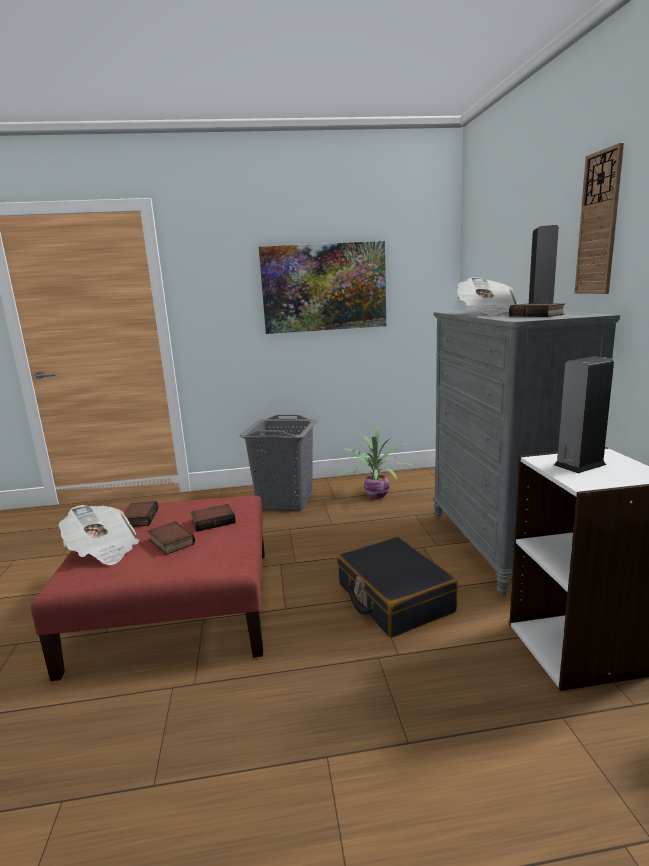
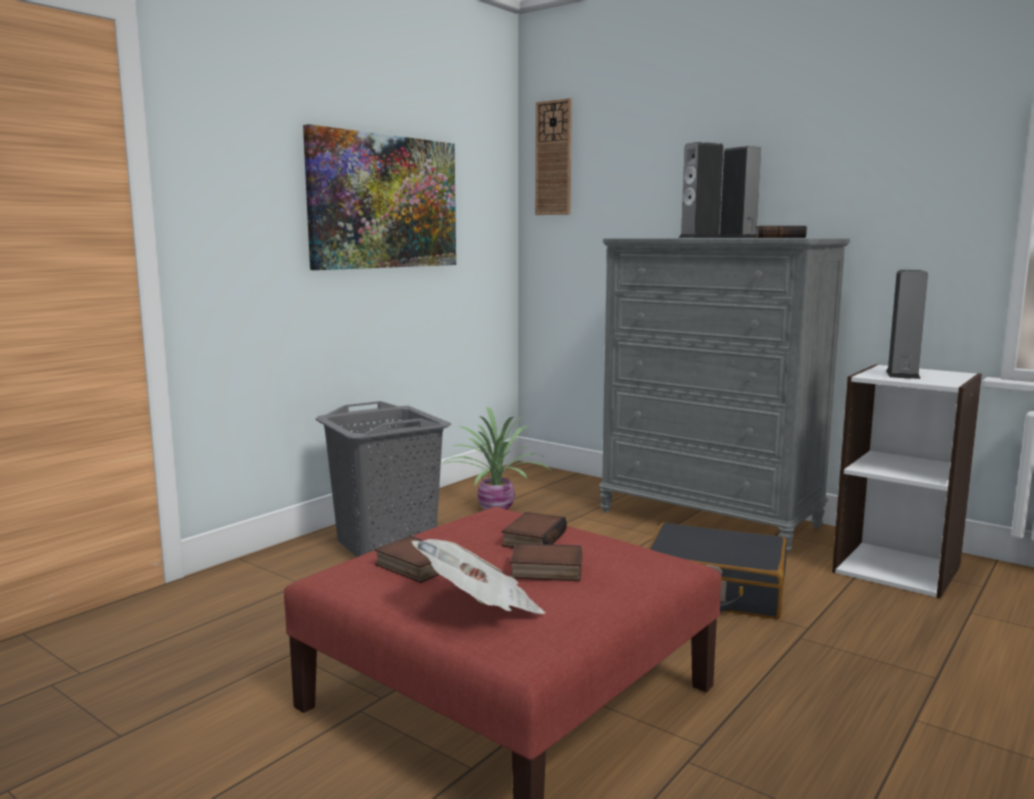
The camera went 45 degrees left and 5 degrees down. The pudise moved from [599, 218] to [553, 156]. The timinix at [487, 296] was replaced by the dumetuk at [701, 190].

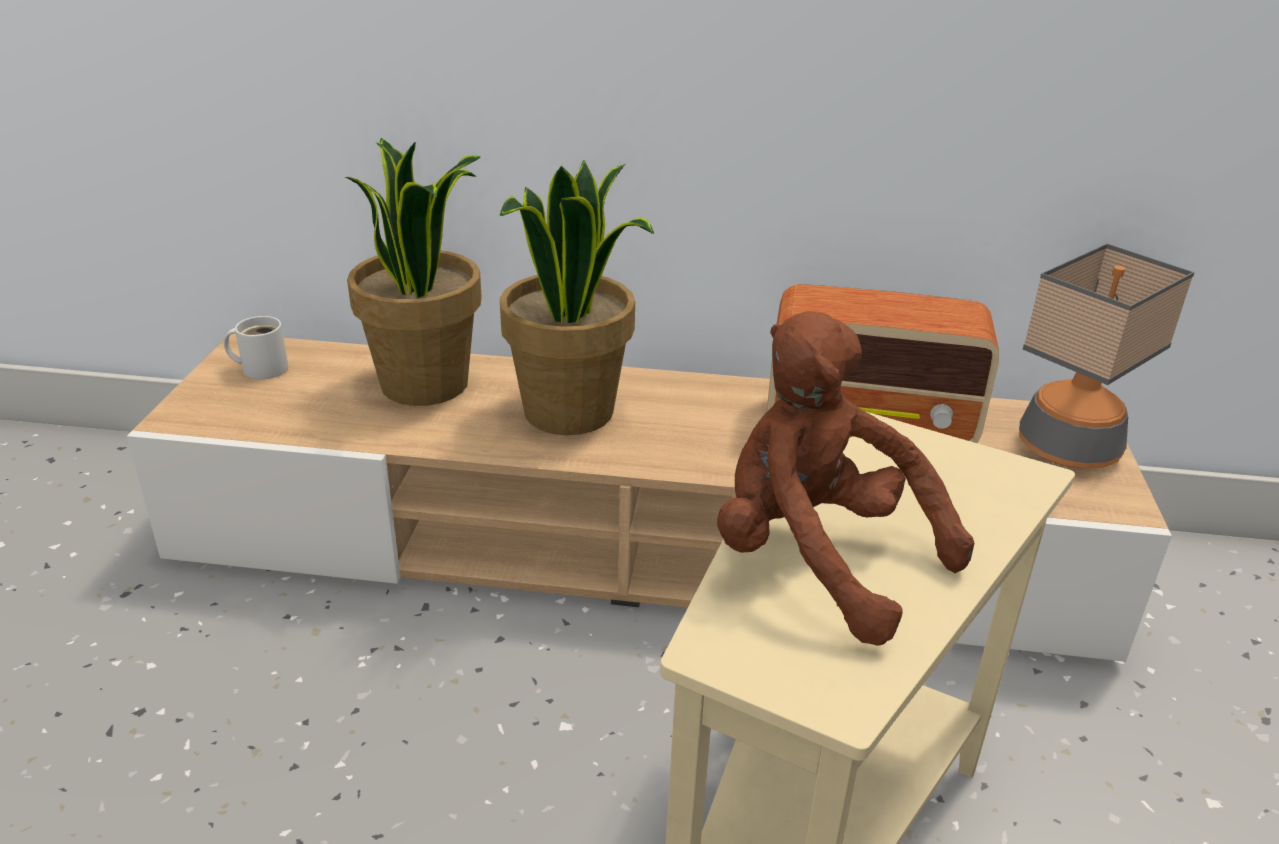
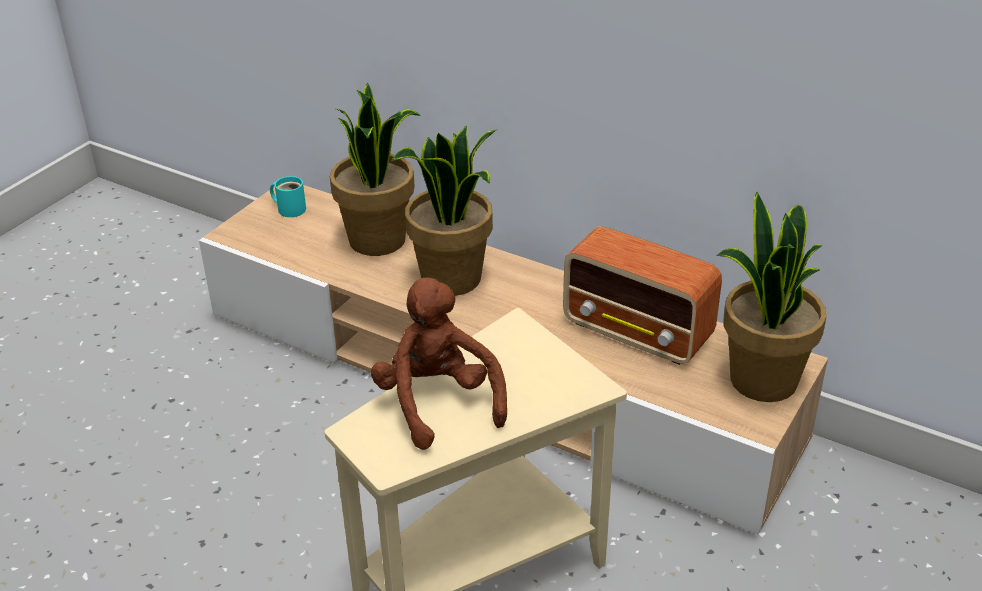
The camera went 25 degrees right and 5 degrees up. The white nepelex at [256, 347] became the turquoise nepelex at [288, 196]. The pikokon at [1107, 356] was replaced by the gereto at [771, 297].

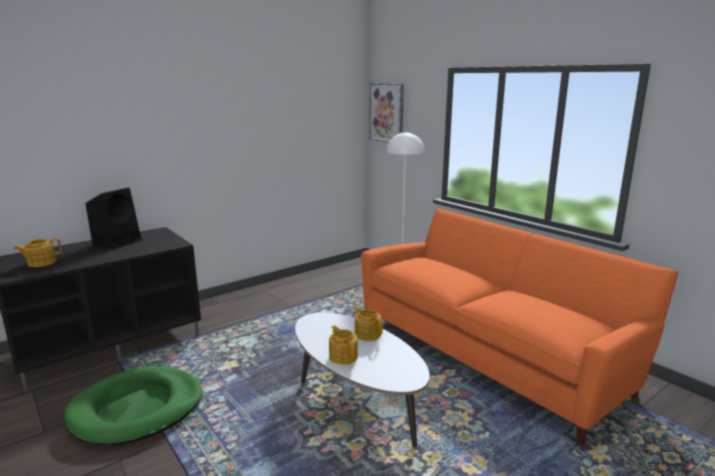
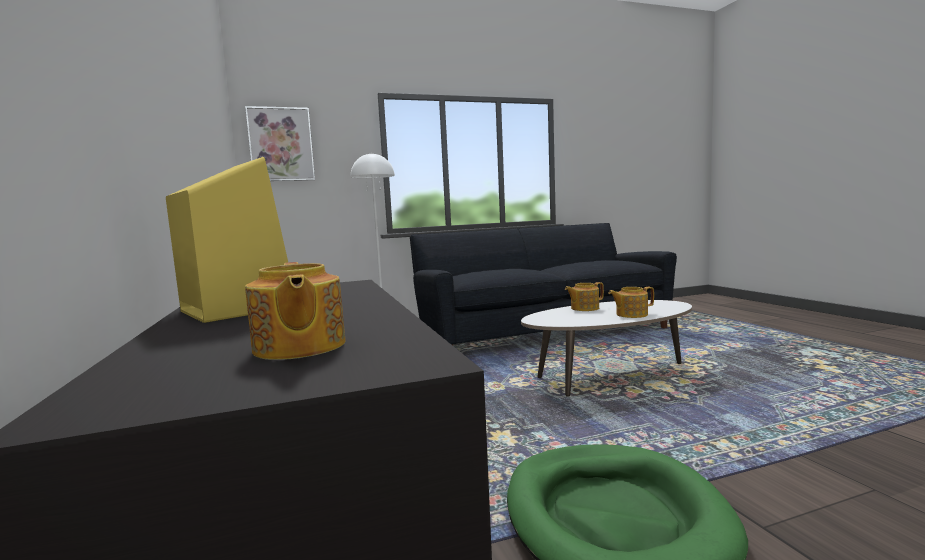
The camera went 70 degrees left and 10 degrees down. The black dumetuk at [113, 218] became the yellow dumetuk at [227, 240]. The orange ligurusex at [520, 326] became the black ligurusex at [543, 284].

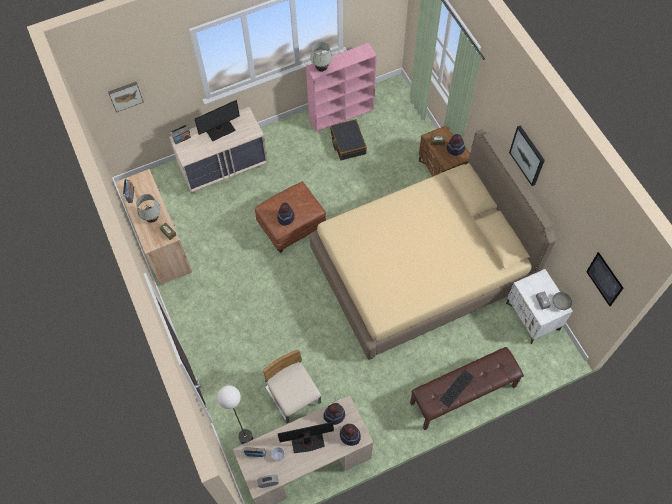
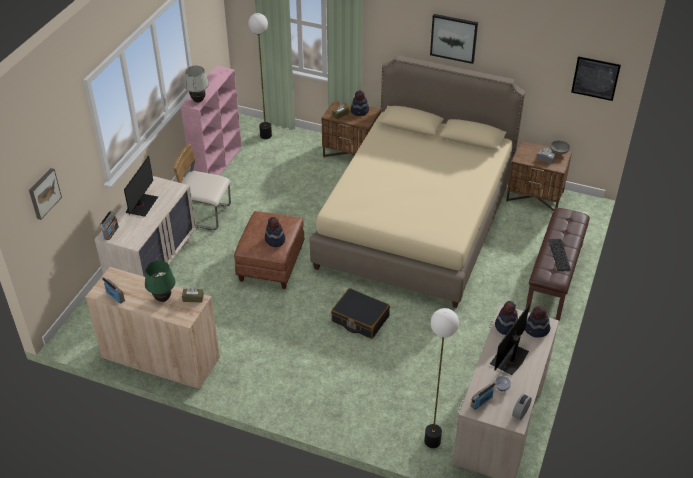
The camera went 45 degrees left and 20 degrees down. The white pikokon at [148, 208] became the green pikokon at [160, 281]. The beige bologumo moved from [292, 386] to [202, 186]. The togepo at [260, 76] appeared. The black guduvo moved from [348, 139] to [360, 313]. The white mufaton at [539, 306] became the brown mufaton at [539, 175].

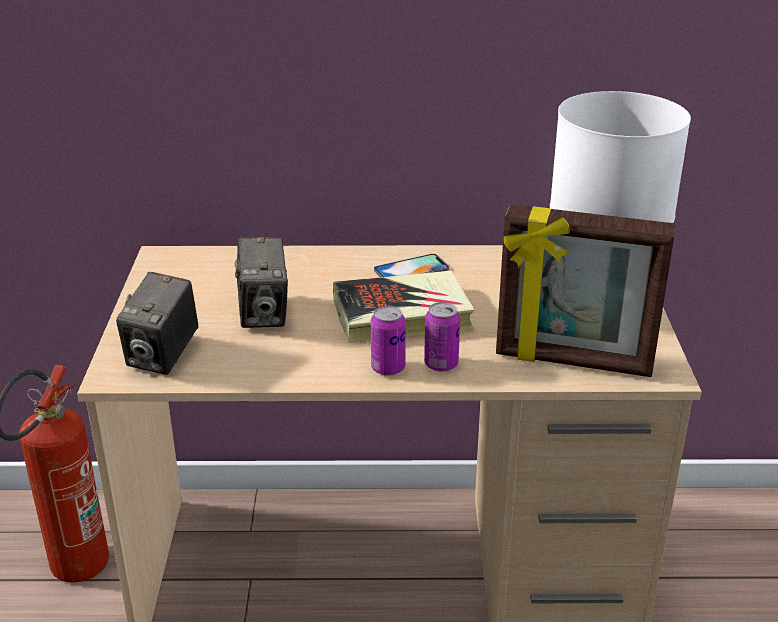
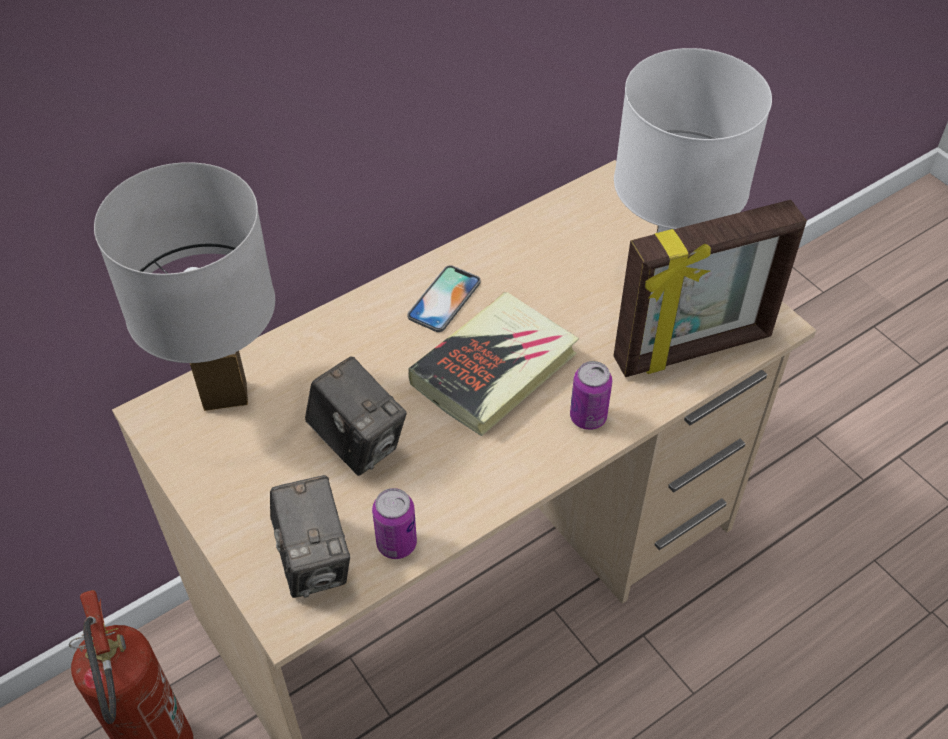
The camera went 35 degrees left and 20 degrees up. The white pikokon at [184, 286] appeared. The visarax moved from [388, 341] to [394, 523].

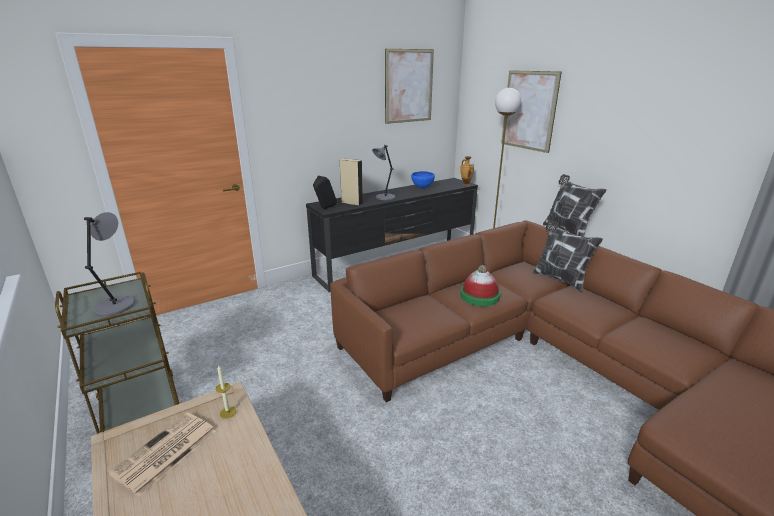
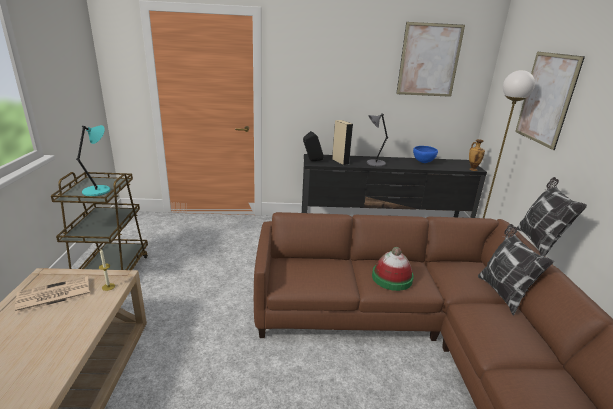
The camera went 30 degrees right and 0 degrees up. The grey pikokon at [109, 264] became the turquoise pikokon at [93, 160].

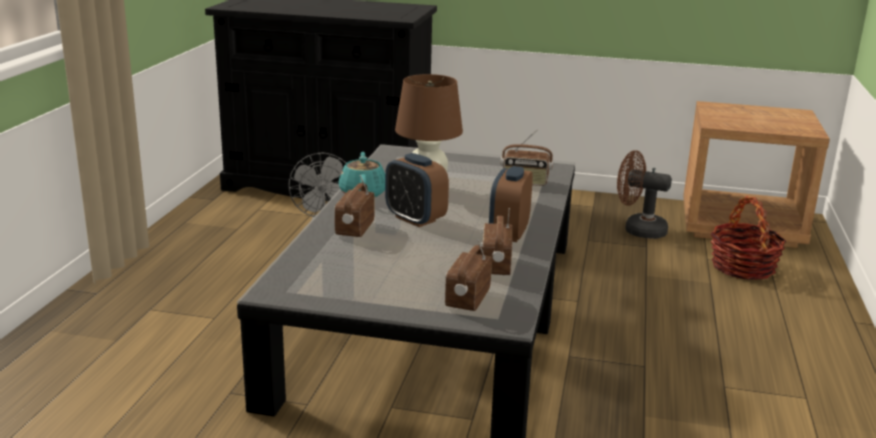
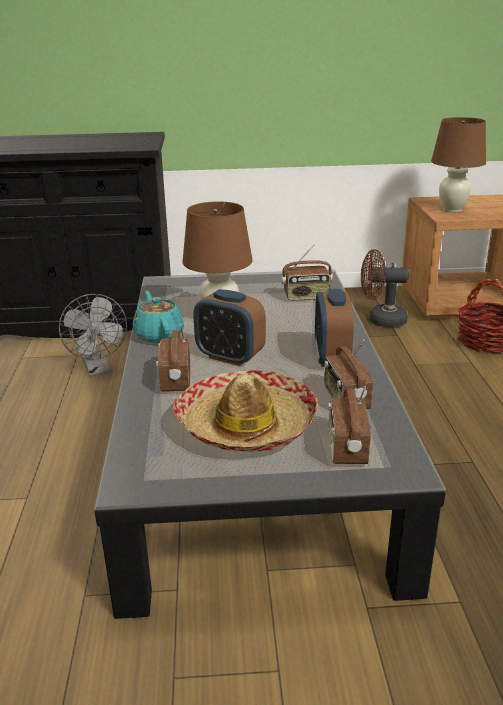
The camera went 15 degrees left and 5 degrees up. The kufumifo at [246, 411] appeared. The brown pikokon at [458, 164] appeared.

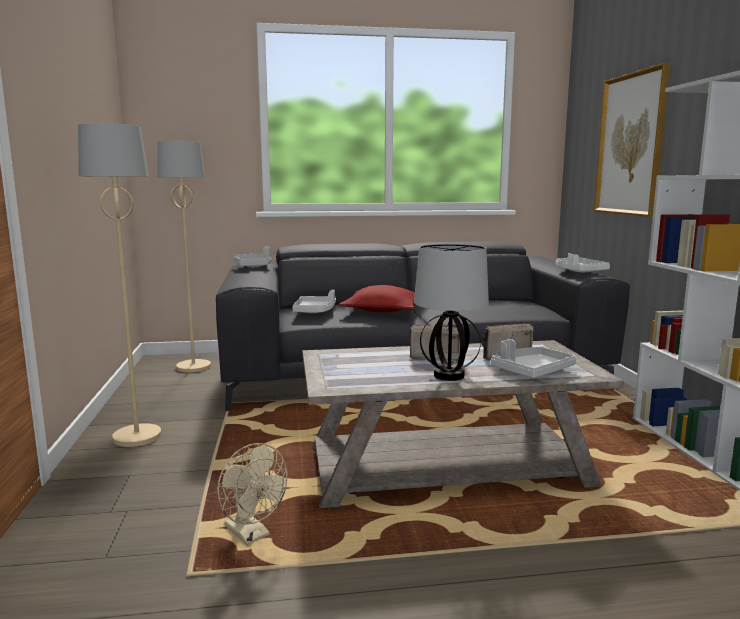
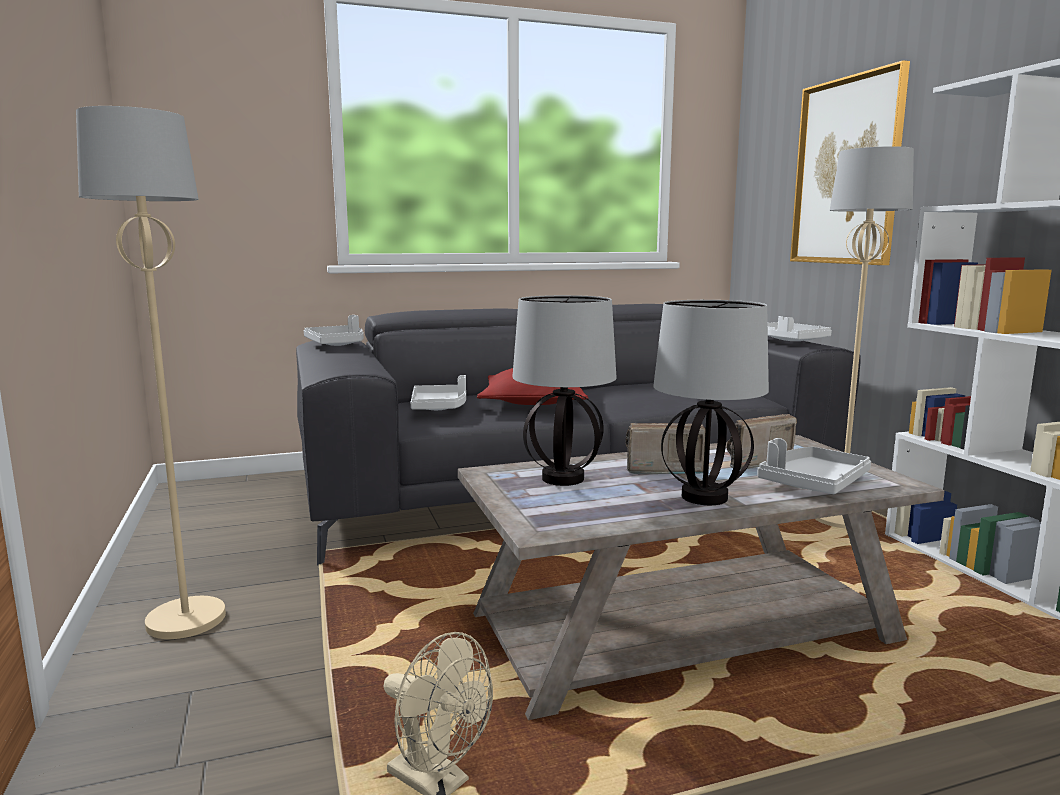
The camera went 10 degrees left and 0 degrees up. The pikokon at [564, 390] appeared. The beige togepo moved from [184, 256] to [865, 337].

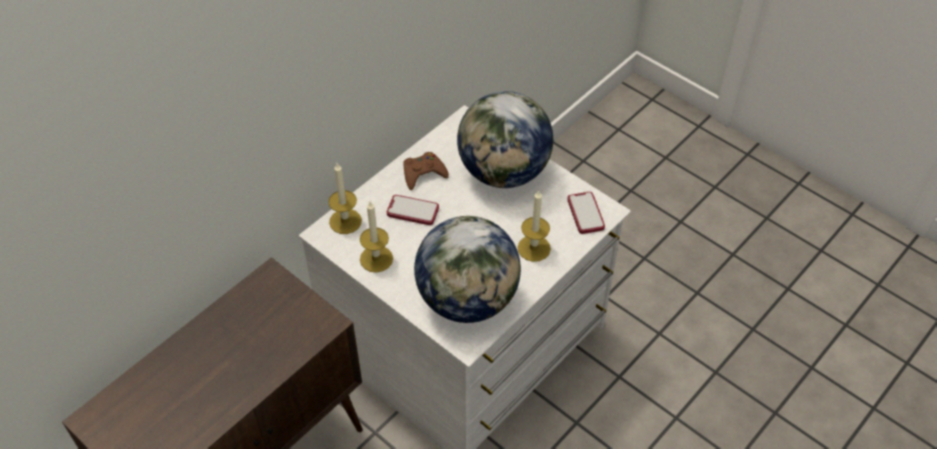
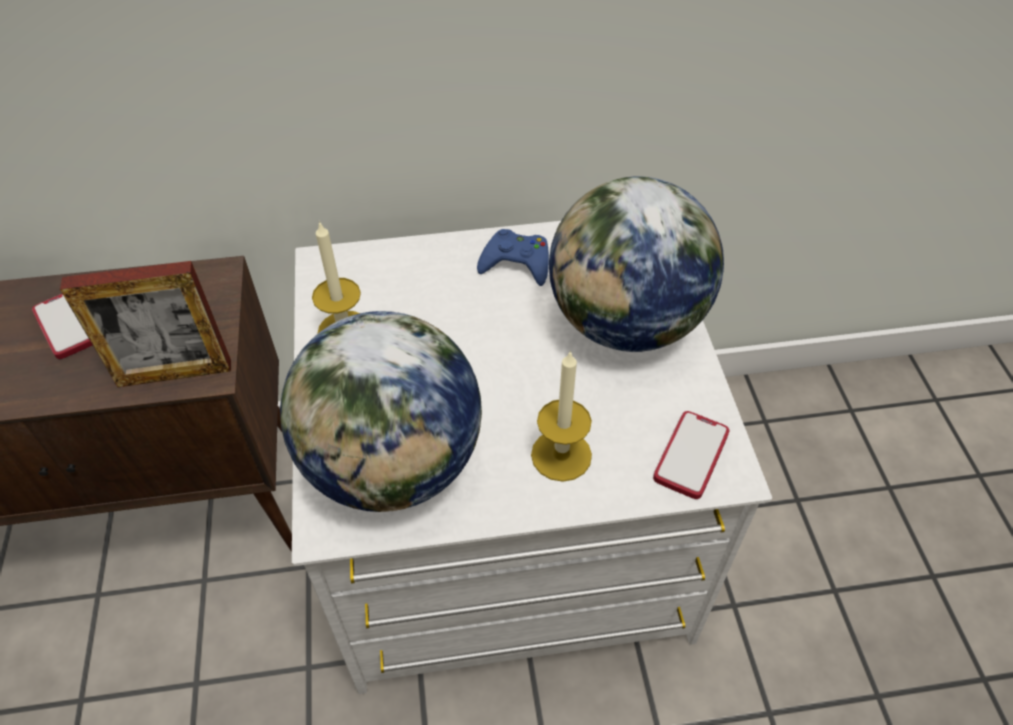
The camera went 40 degrees right and 0 degrees up. The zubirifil moved from [413, 210] to [62, 326]. The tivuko at [145, 324] appeared. The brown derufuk at [426, 171] became the blue derufuk at [513, 257]. The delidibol at [345, 198] disappeared.

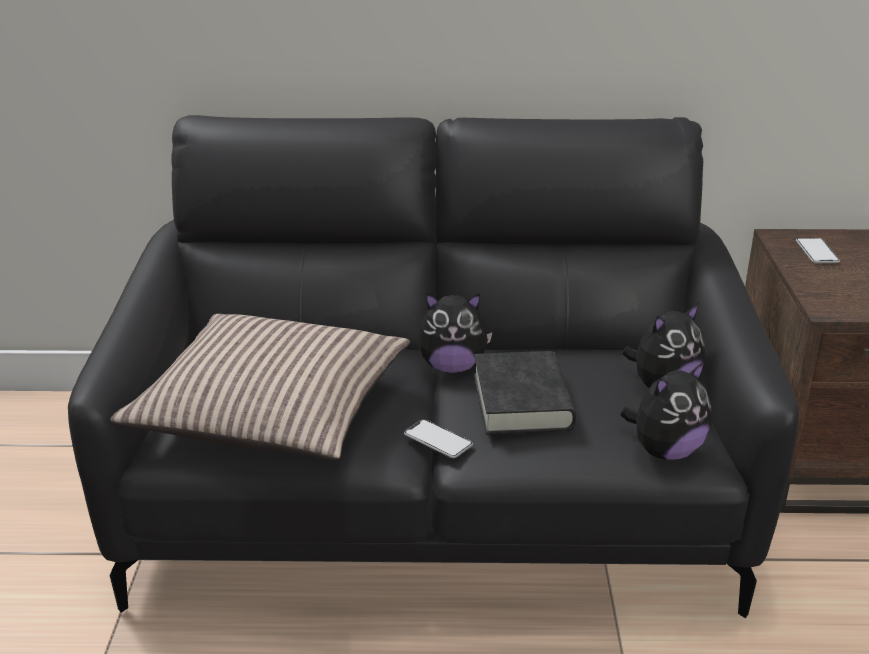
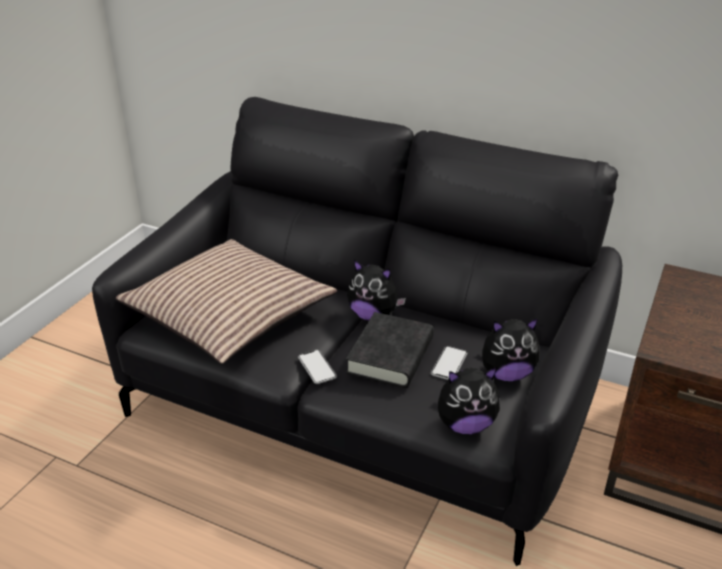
The camera went 25 degrees right and 5 degrees up. The zubirifil moved from [818, 250] to [449, 363].

